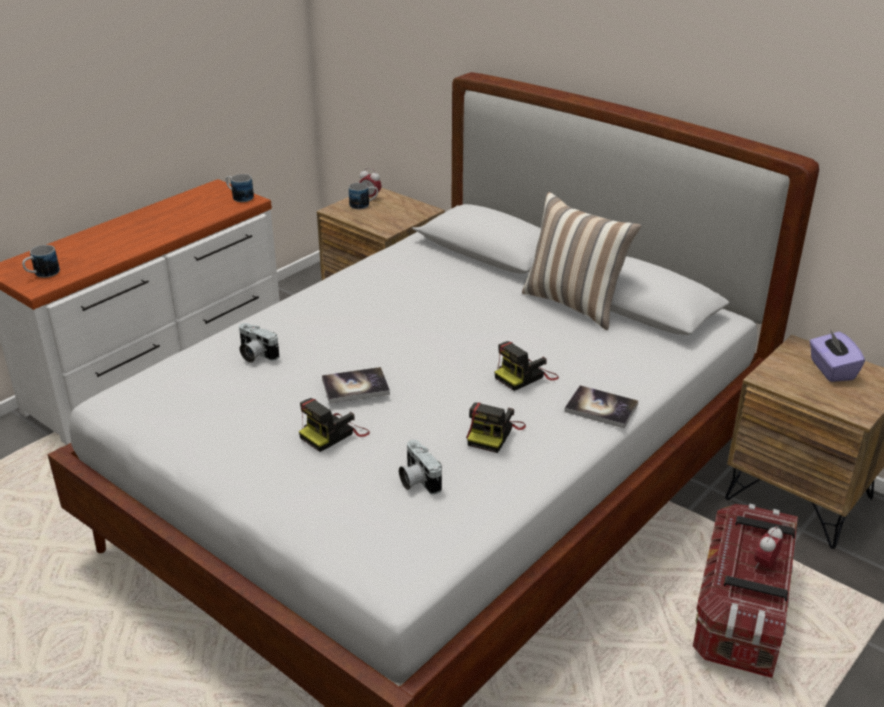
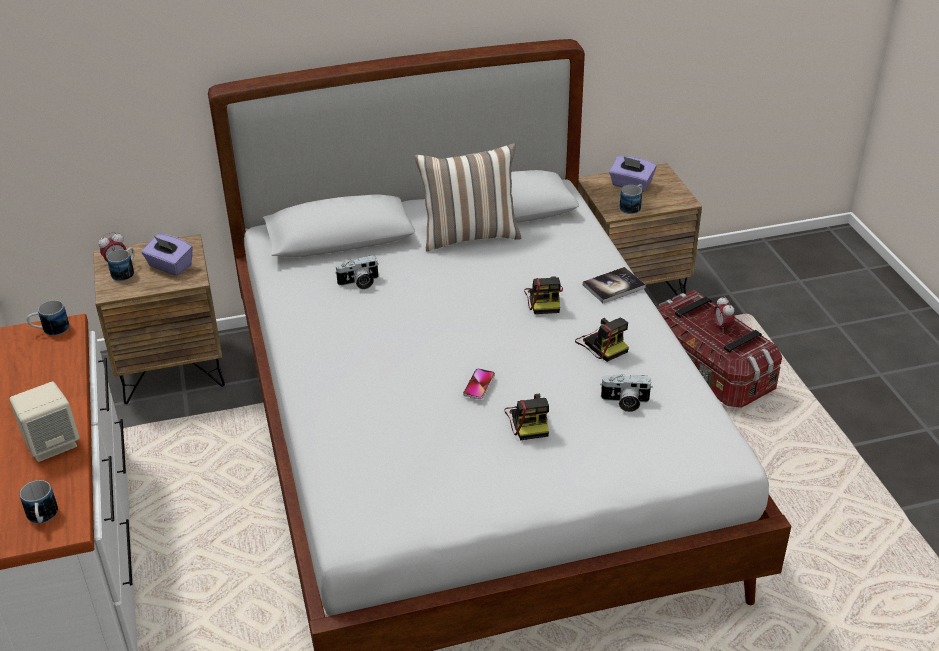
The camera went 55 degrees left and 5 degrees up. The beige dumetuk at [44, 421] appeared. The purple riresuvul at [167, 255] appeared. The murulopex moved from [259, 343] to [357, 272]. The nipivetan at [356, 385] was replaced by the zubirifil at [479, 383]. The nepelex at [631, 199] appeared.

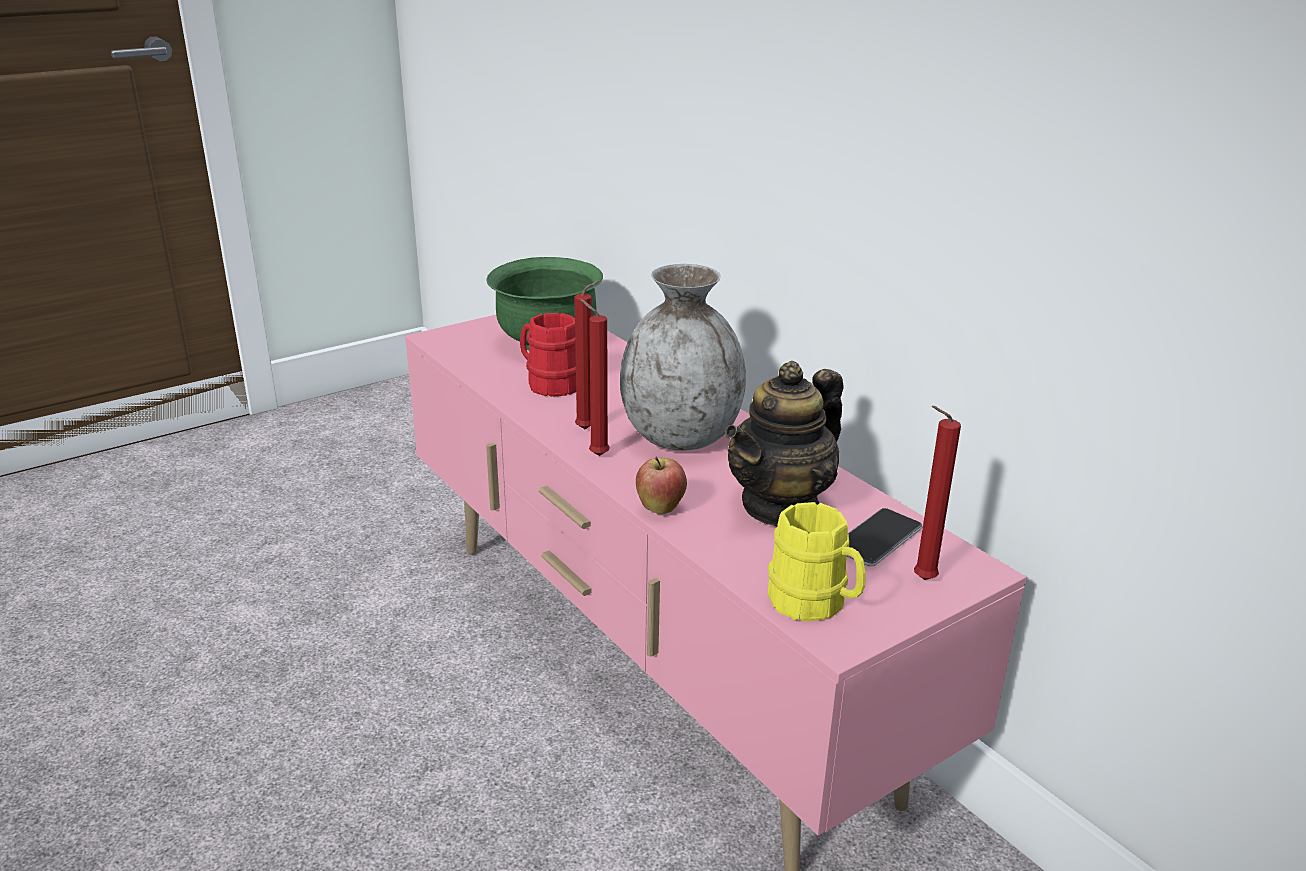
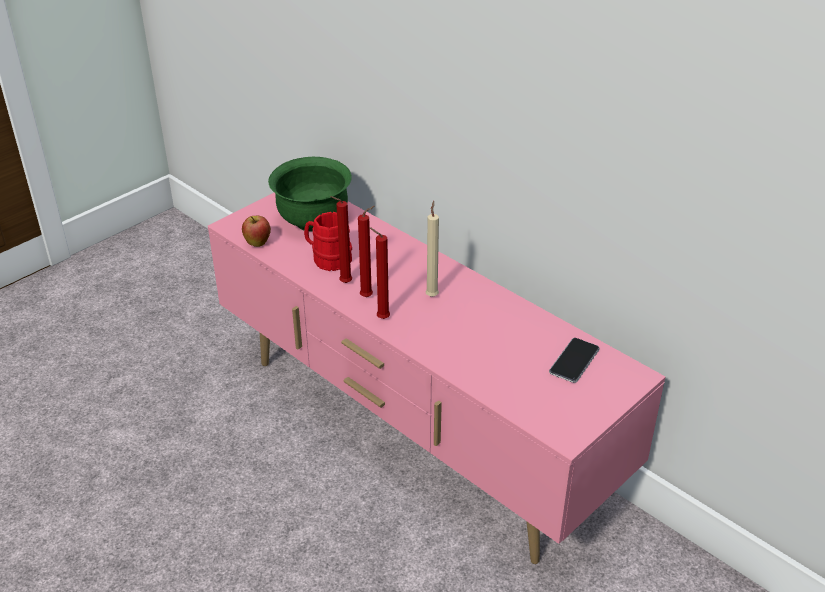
The camera went 10 degrees left and 10 degrees up. The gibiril moved from [661, 485] to [256, 231]. The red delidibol moved from [937, 493] to [341, 239]. The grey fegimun at [683, 357] was replaced by the beige delidibol at [432, 249]. The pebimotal at [784, 443] disappeared. The yellow nepelex at [817, 561] disappeared.

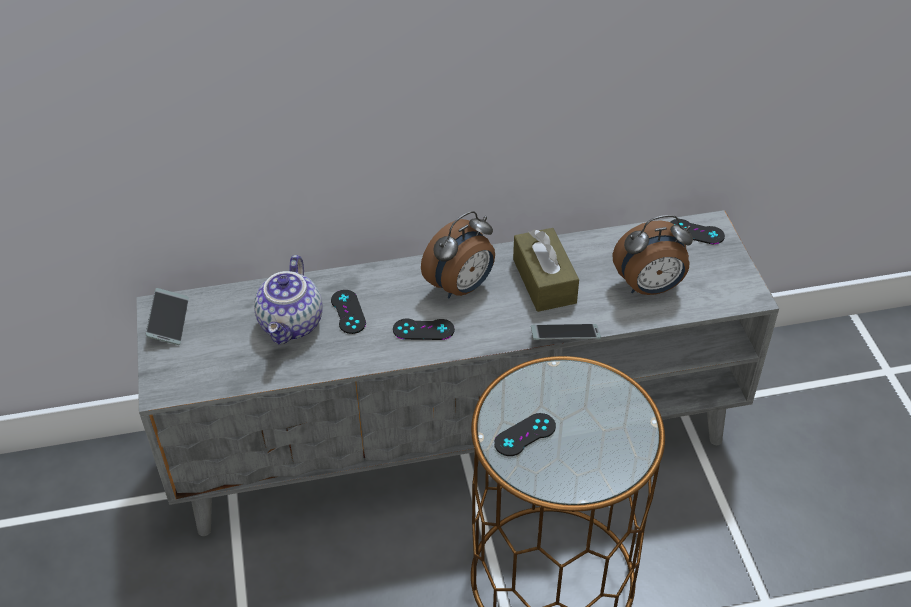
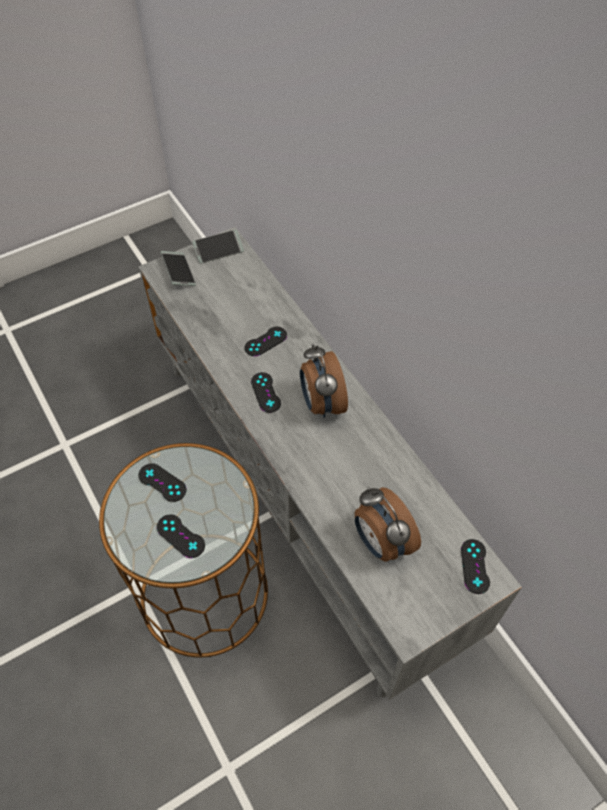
The camera went 70 degrees right and 10 degrees up. The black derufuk at [181, 536] appeared. The zubirifil moved from [566, 332] to [178, 268]. The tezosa at [458, 254] turned 45 degrees clockwise. The pebimotal at [288, 299] disappeared. The brown riresuvul at [546, 270] disappeared.

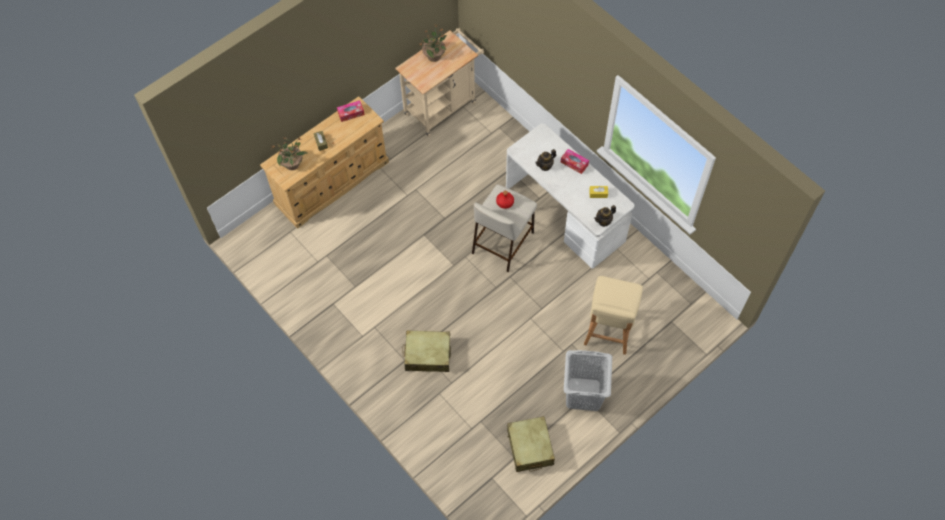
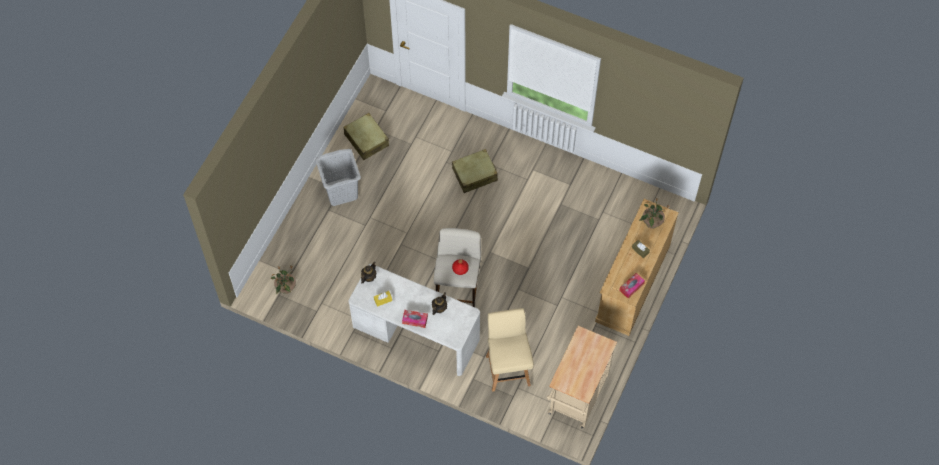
The camera went 155 degrees right and 0 degrees up. The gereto moved from [433, 43] to [283, 279]. The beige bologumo moved from [613, 315] to [510, 350].

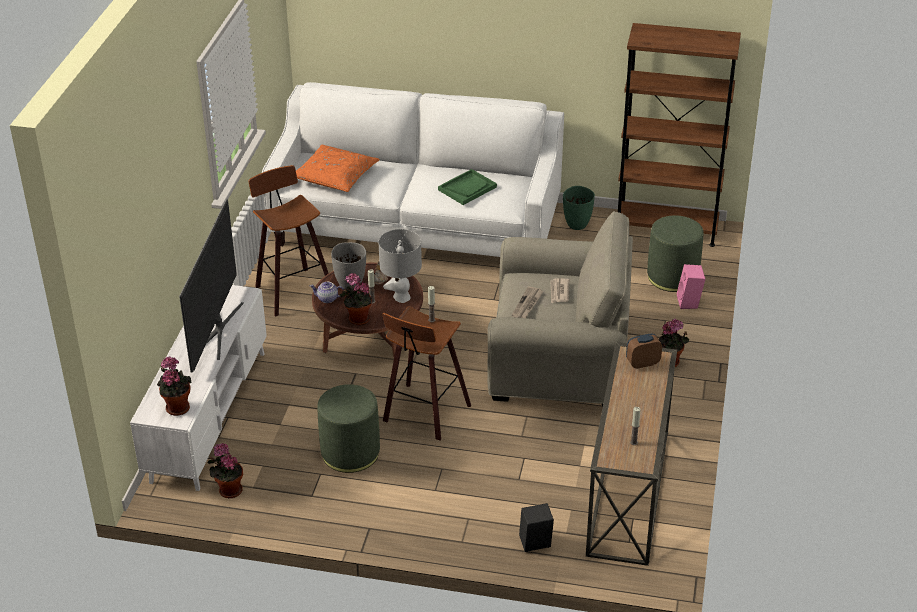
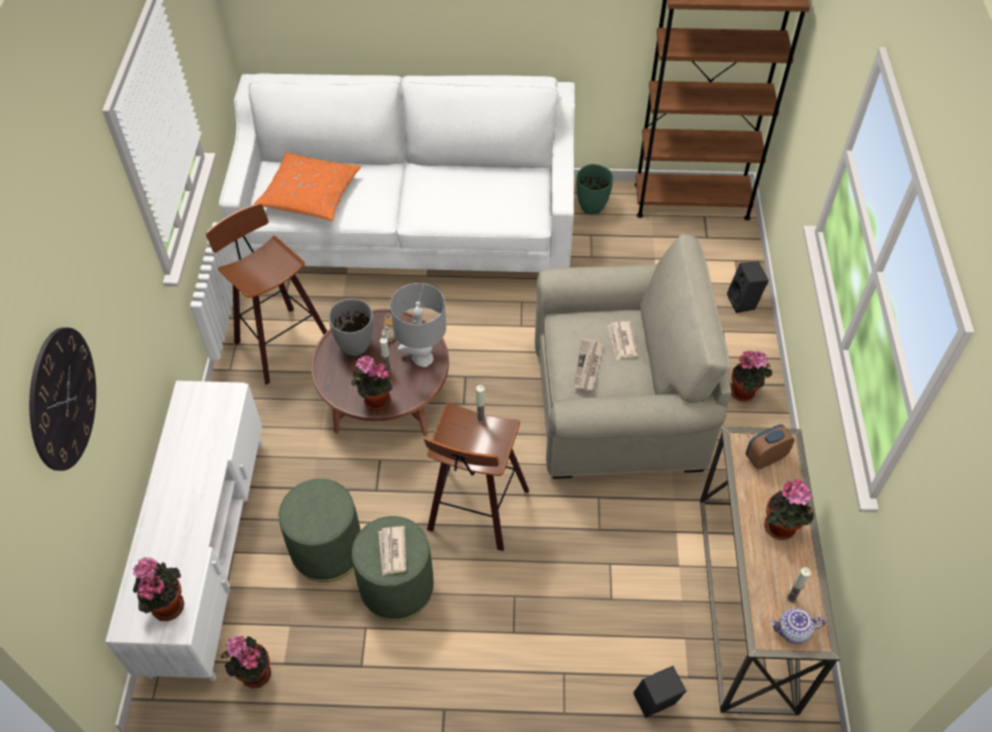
The camera went 10 degrees left and 15 degrees up. The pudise at [62, 399] appeared. The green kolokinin moved from [675, 253] to [320, 530]. The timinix at [392, 550] appeared. The pink dumetuk at [691, 286] became the black dumetuk at [748, 287]. The gereto at [789, 509] appeared. The pebimotal moved from [327, 292] to [797, 626]. The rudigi at [211, 286] disappeared. The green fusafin at [467, 187] disappeared.

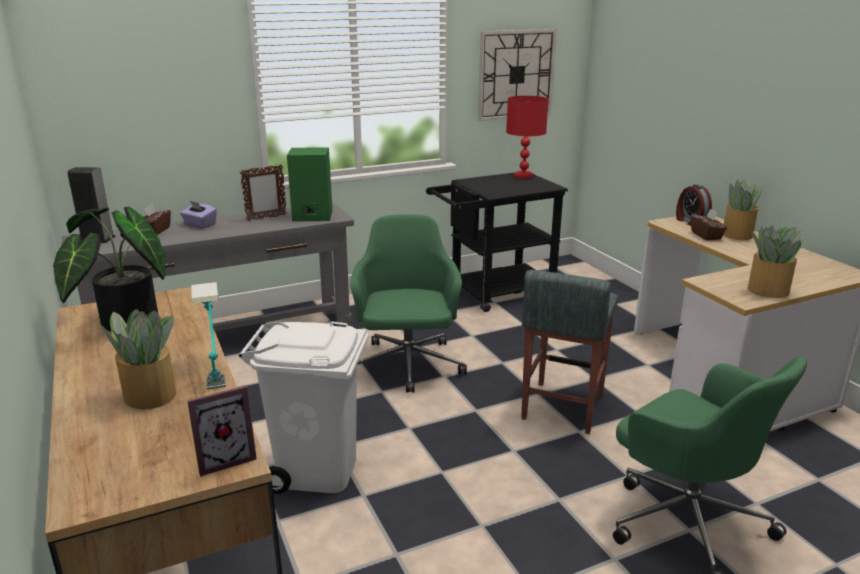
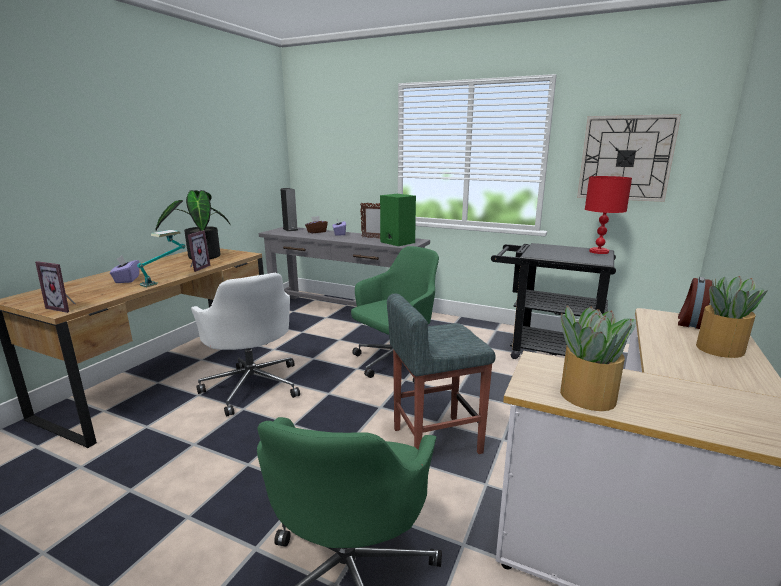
The camera went 50 degrees right and 5 degrees down. The gereto at [138, 359] was replaced by the purple riresuvul at [124, 269]. The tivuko at [199, 251] appeared. The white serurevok at [304, 408] was replaced by the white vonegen at [245, 345]. The brown riresuvul at [709, 224] disappeared.

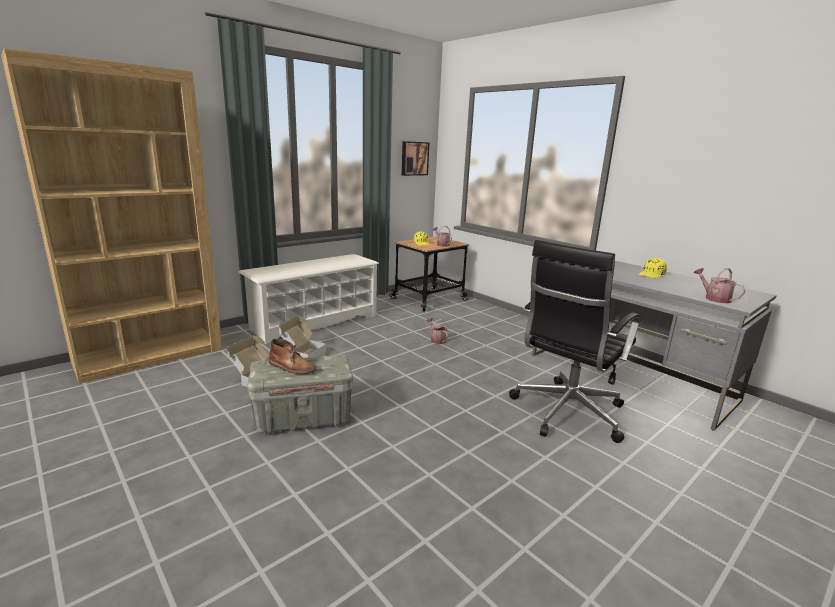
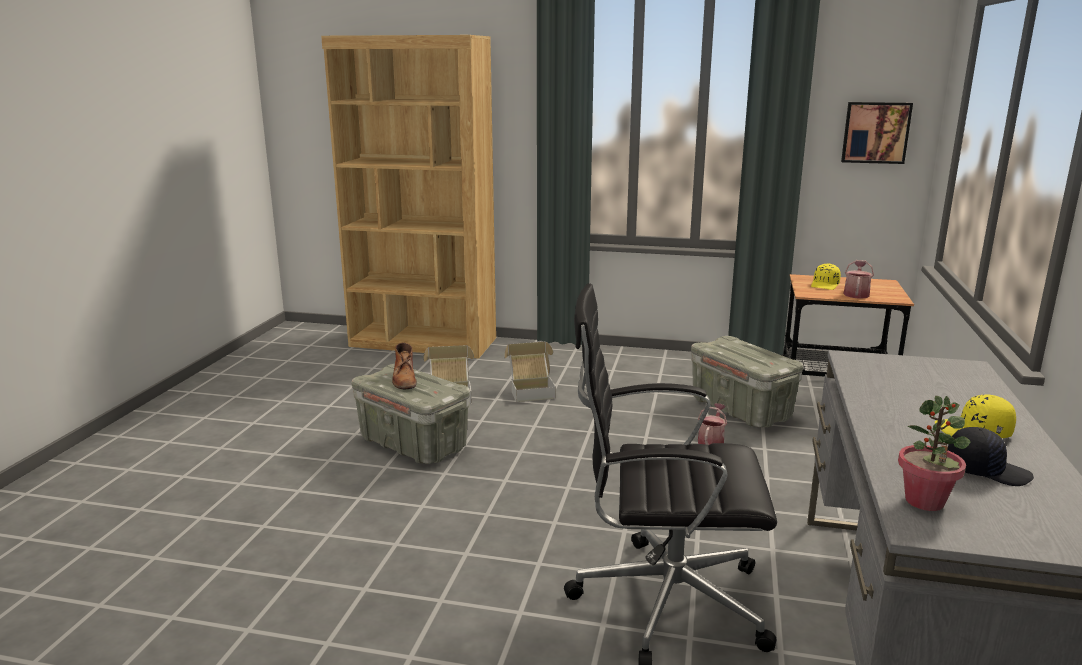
The camera went 55 degrees right and 0 degrees up. The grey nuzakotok at [747, 382] appeared. The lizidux at [719, 285] was replaced by the gereto at [934, 453]. The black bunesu at [990, 456] appeared. The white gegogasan at [308, 299] disappeared.

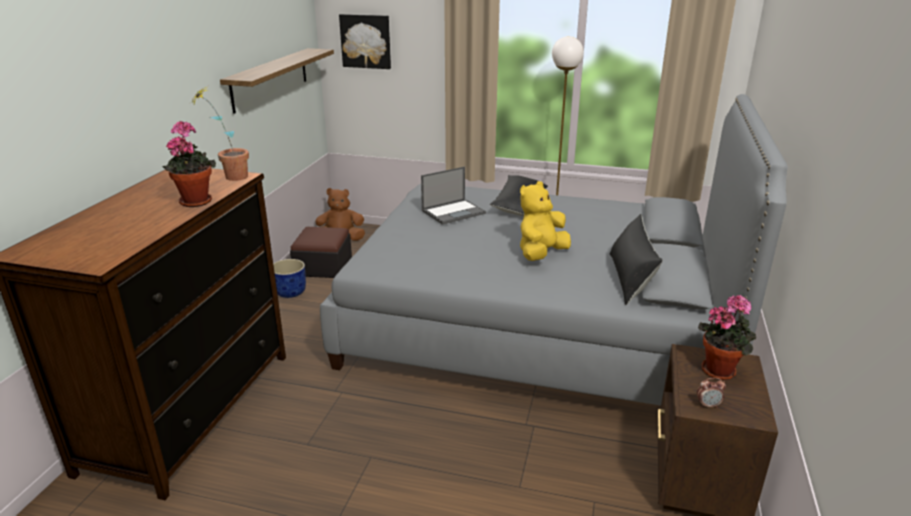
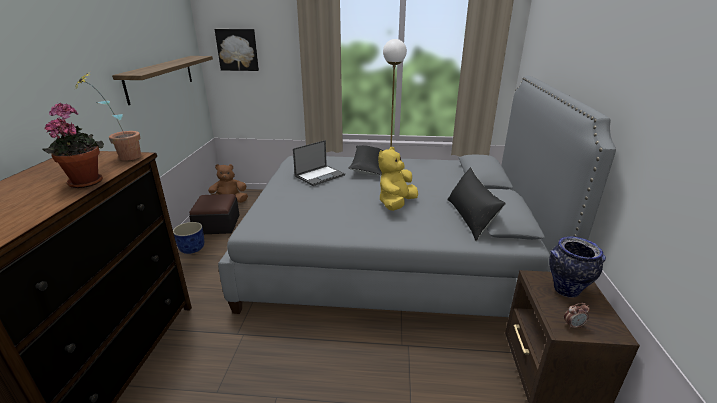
The camera went 10 degrees left and 0 degrees up. The gereto at [727, 337] was replaced by the fegimun at [577, 266].

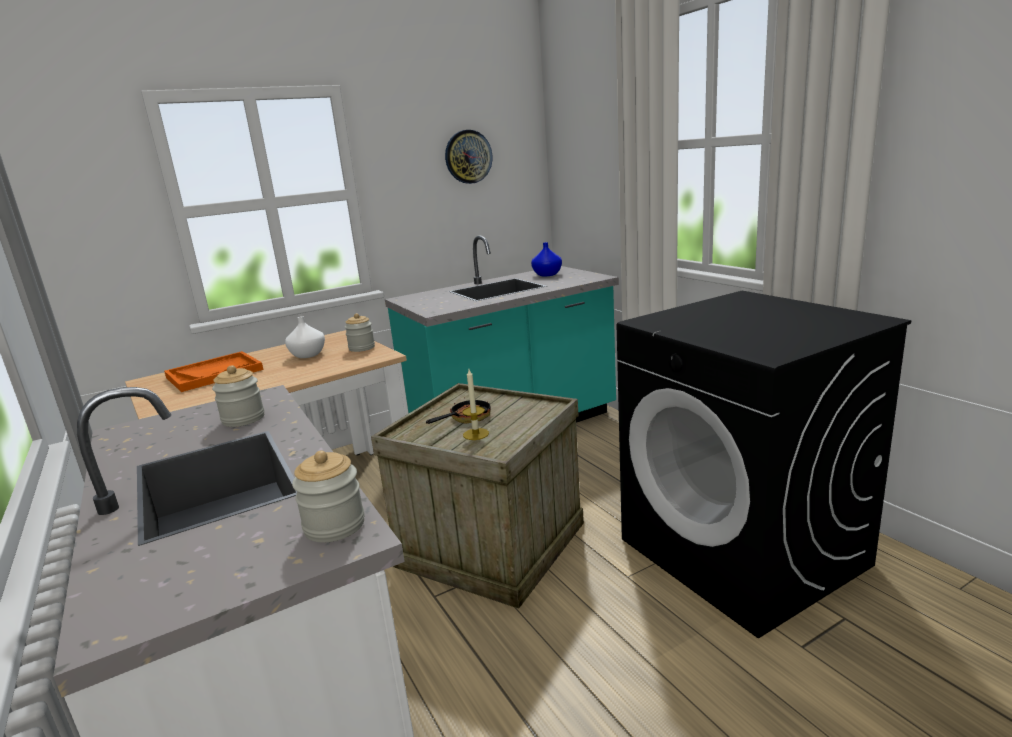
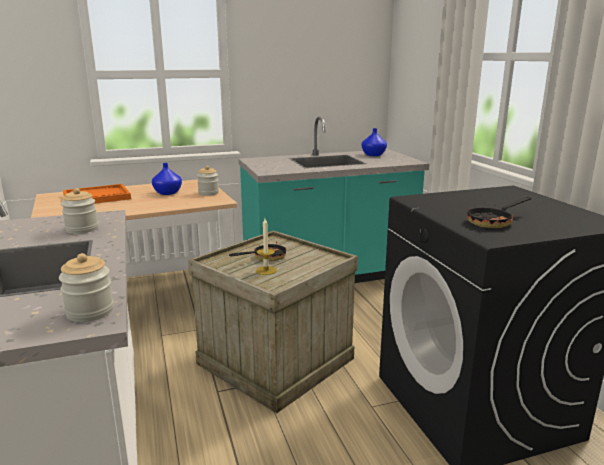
The camera went 10 degrees right and 0 degrees up. The white fegimun at [305, 337] became the blue fegimun at [167, 179]. The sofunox at [499, 212] appeared. The pudise at [468, 157] disappeared.

